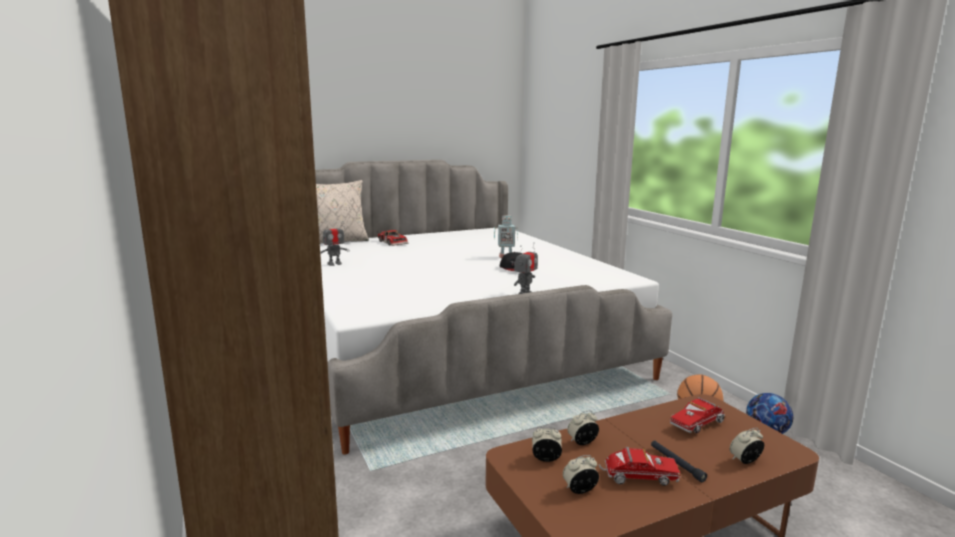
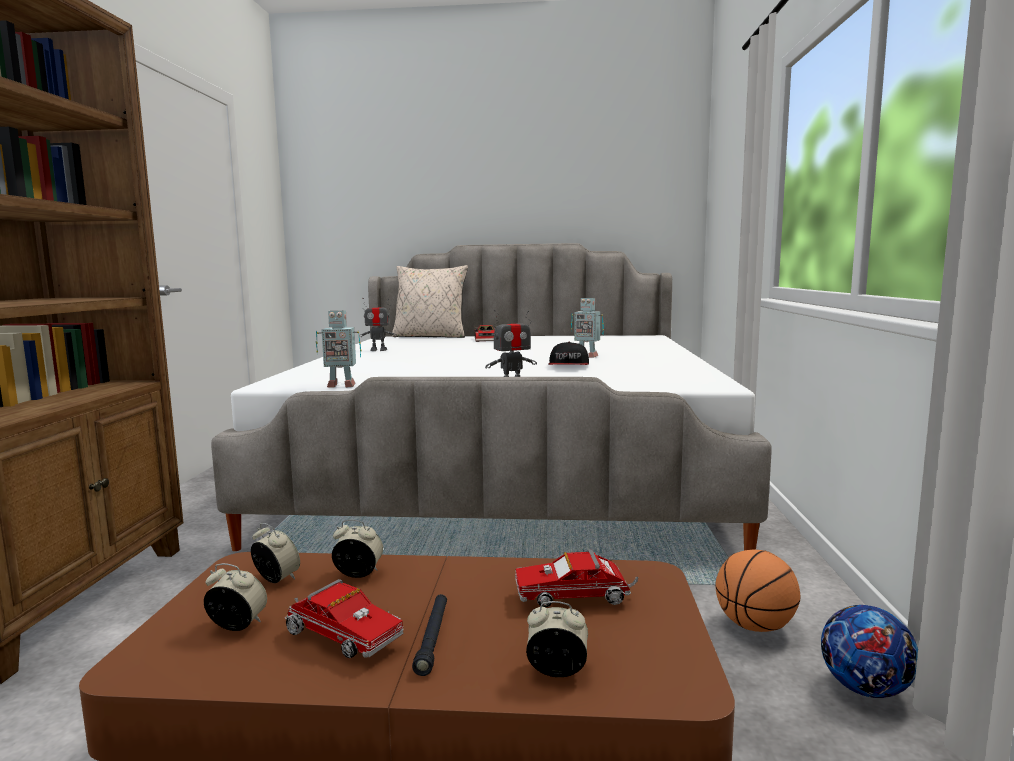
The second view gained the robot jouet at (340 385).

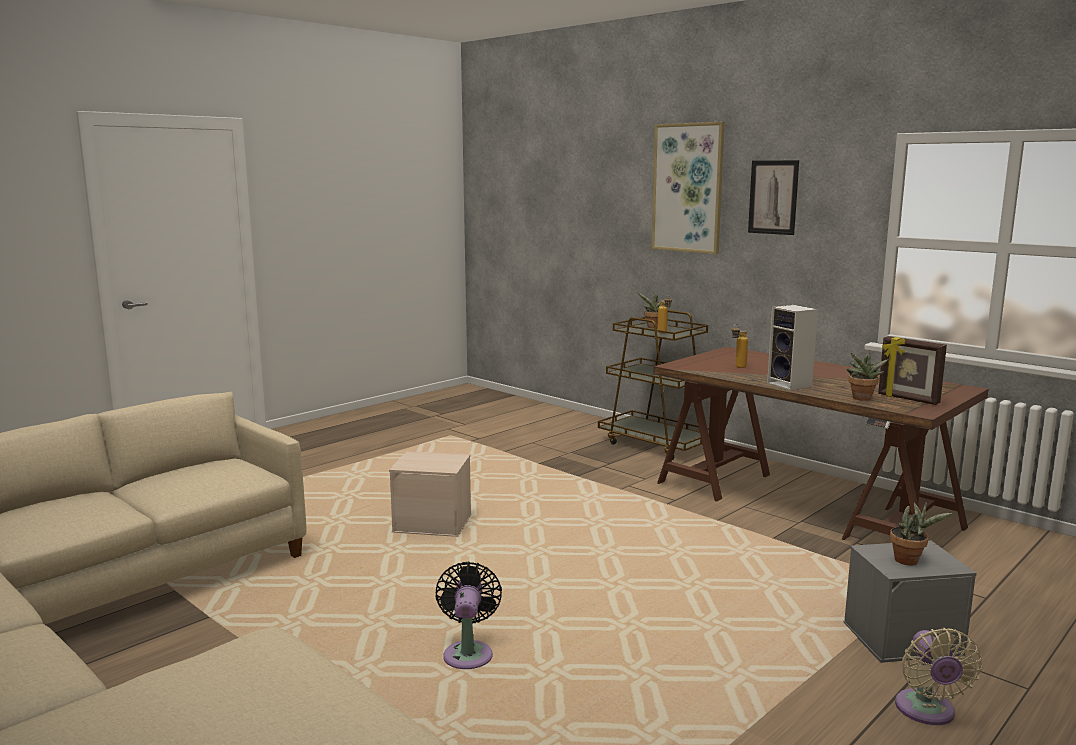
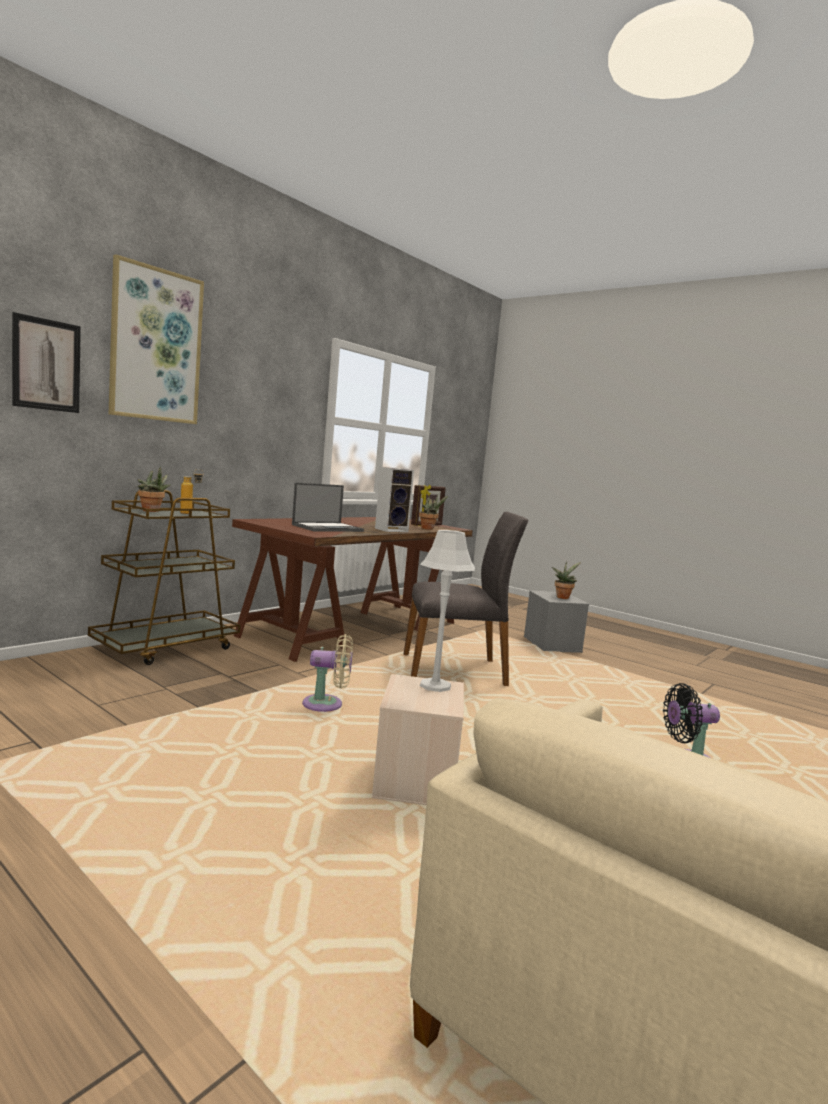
Where the bouteille stood at (737 367), the ordinateur portable came to stand at (328 528).
The tableau ended up elsewhere, having gone from (773 197) to (46 364).
The ventilateur [beige] ended up elsewhere, having gone from (927 712) to (327 704).
The second view gained the chaise [gris] at (455 670).
The second view gained the lampe de table [gris] at (435 685).

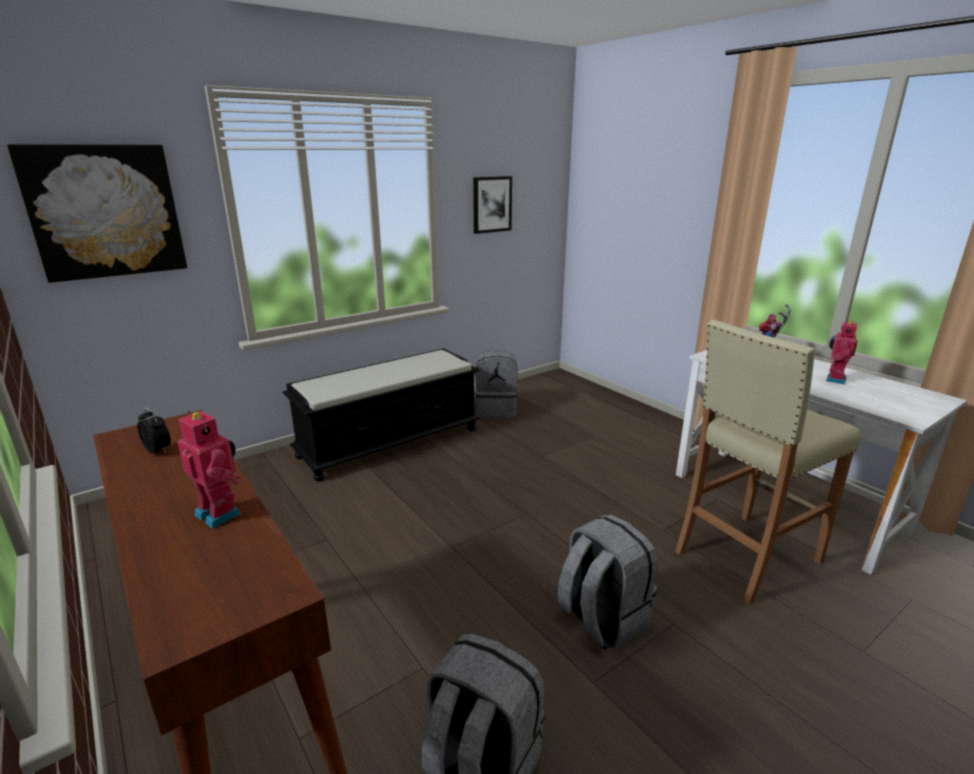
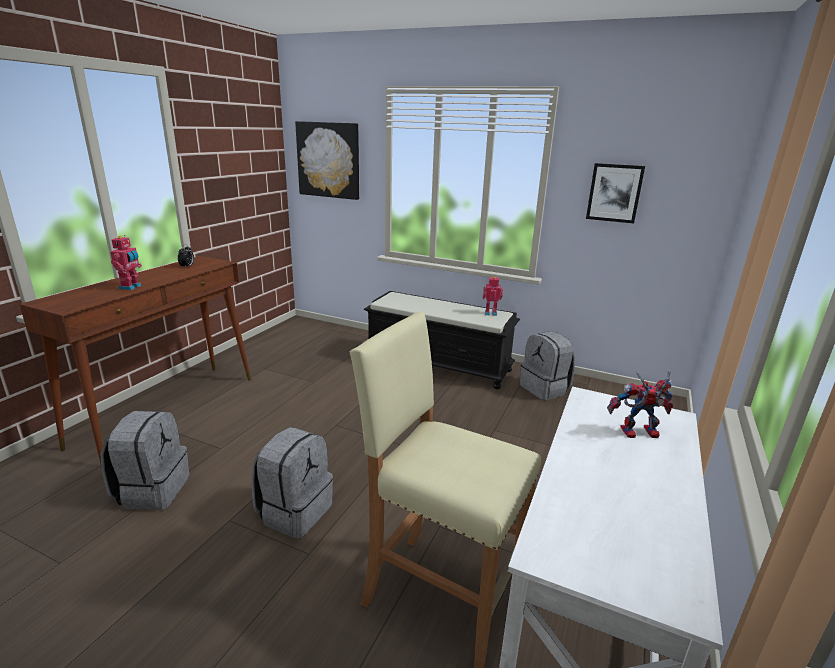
The robot jouet ended up elsewhere, having gone from (834 379) to (490 313).

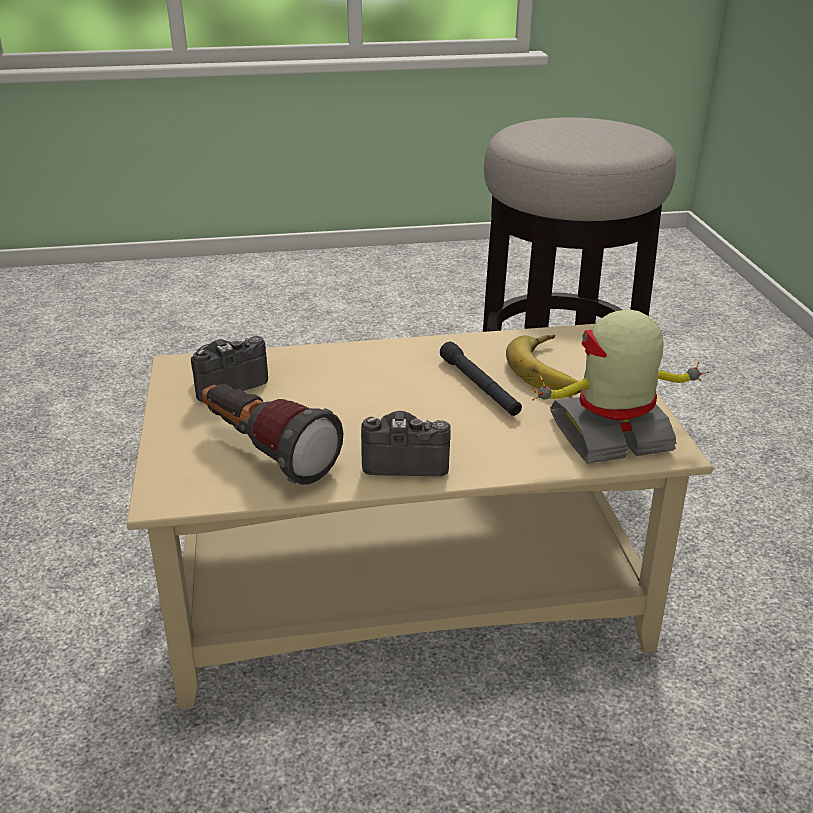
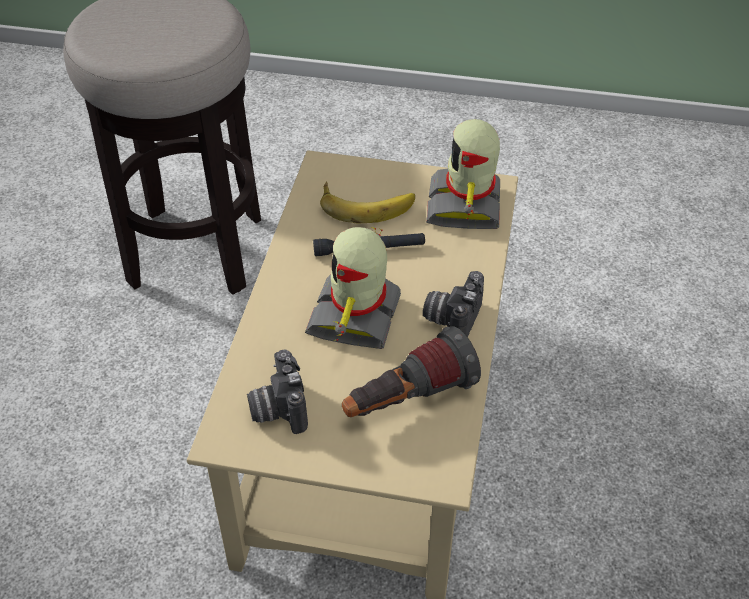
The second view gained the robot jouet at (357 316).

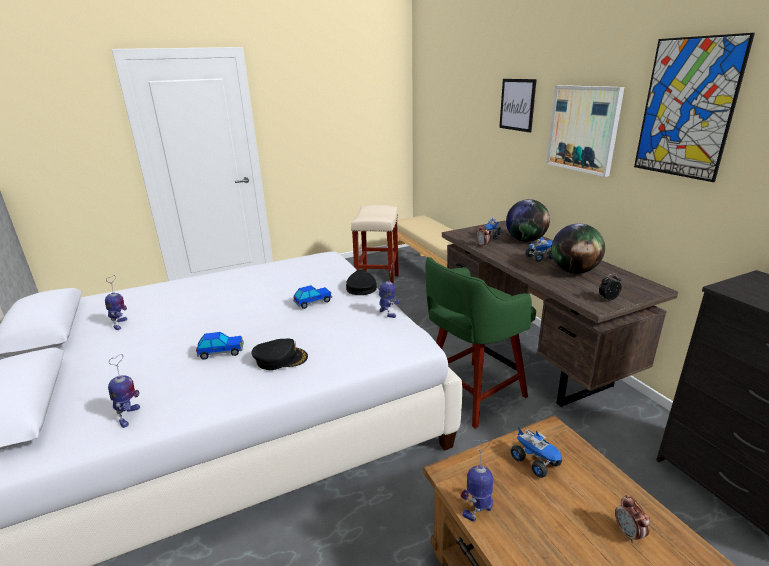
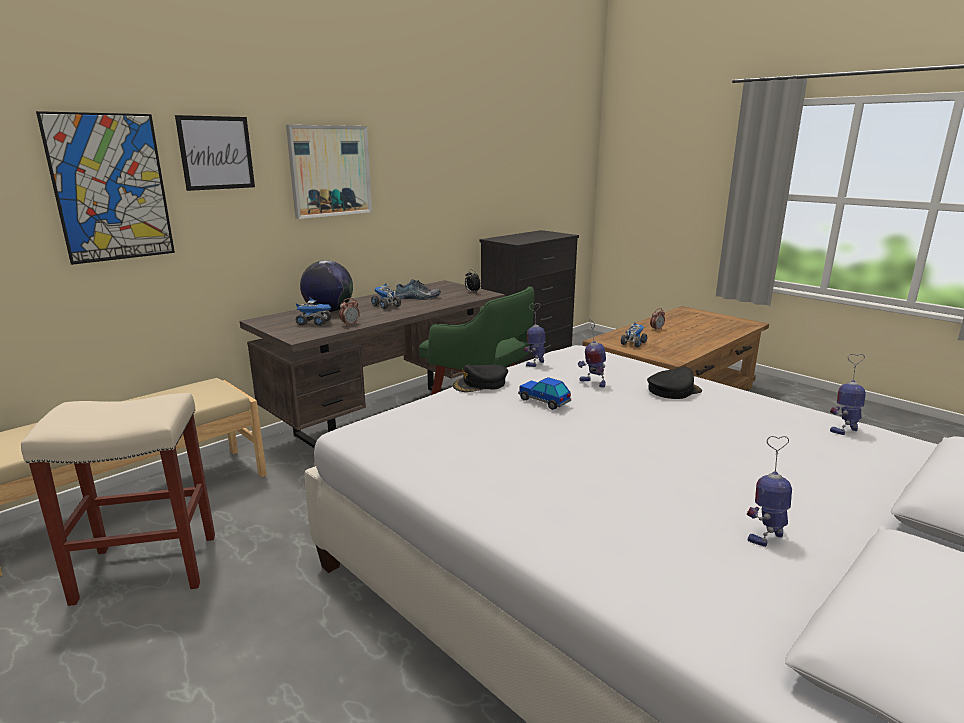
The second view lost the petite voiture at (221 352).
The casquette [noir] at (280 359) ended up facing another way, 90 degrees clockwise from before.
The robot jouet ended up elsewhere, having gone from (479 509) to (592 383).
Where the globe stood at (574 271), the chaussure came to stand at (418 298).
The tableau ended up elsewhere, having gone from (687 109) to (111 188).

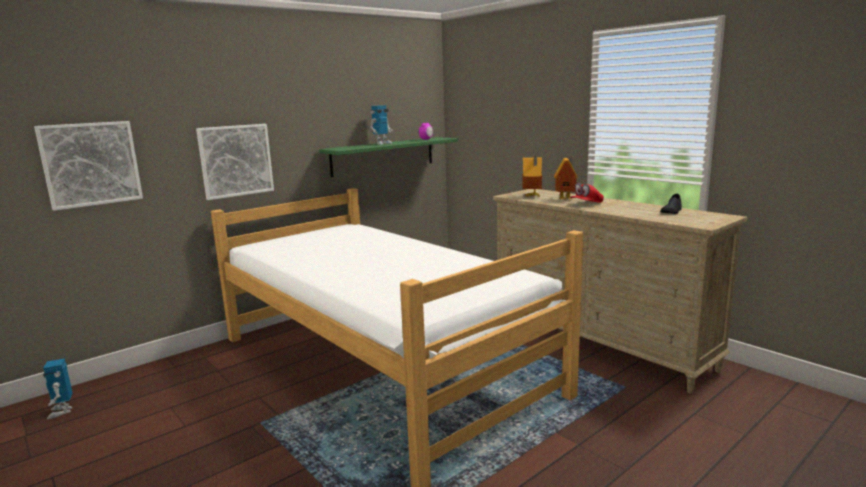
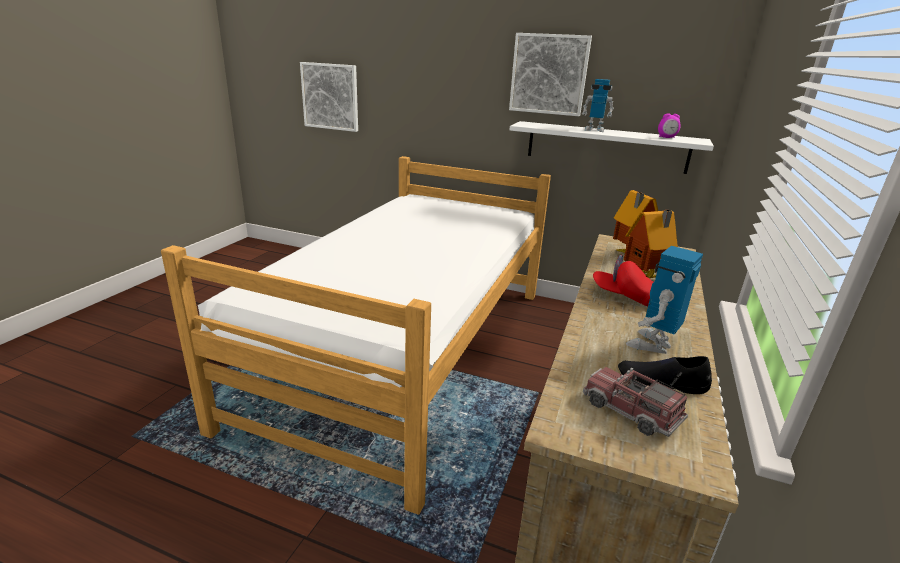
The robot jouet ended up elsewhere, having gone from (62 411) to (652 344).
The tableau ended up elsewhere, having gone from (236 160) to (549 74).
What was the étagère [vert] at (383 156) turned into the étagère [blanc] at (606 147).
The second view gained the camion jouet at (630 411).

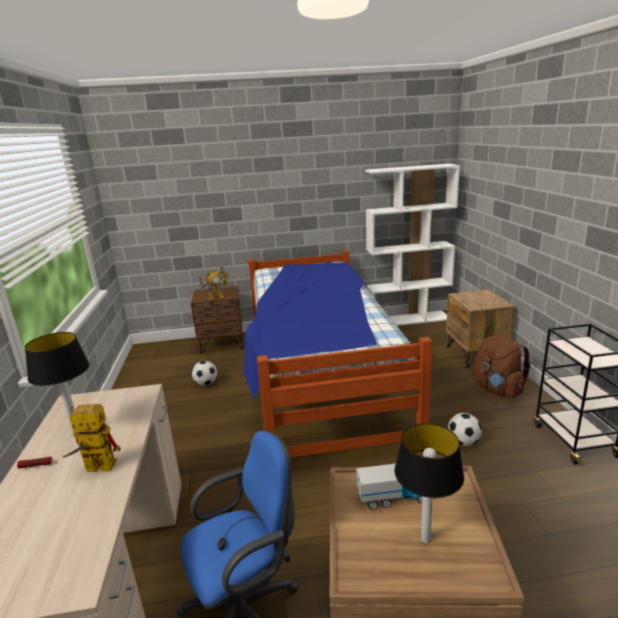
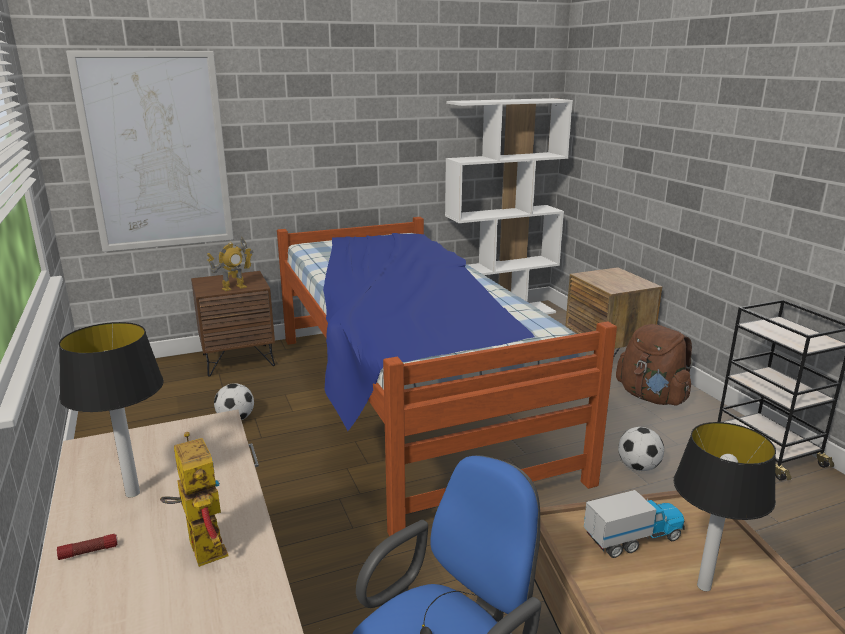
The robot jouet at (94 468) ended up facing another way, 75 degrees clockwise from before.
The second view gained the tableau at (156 152).

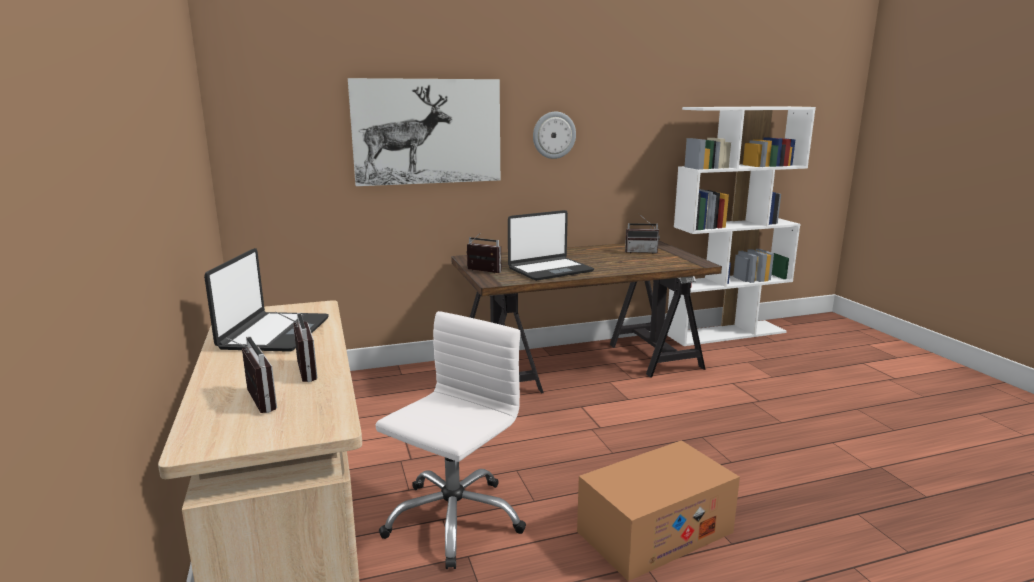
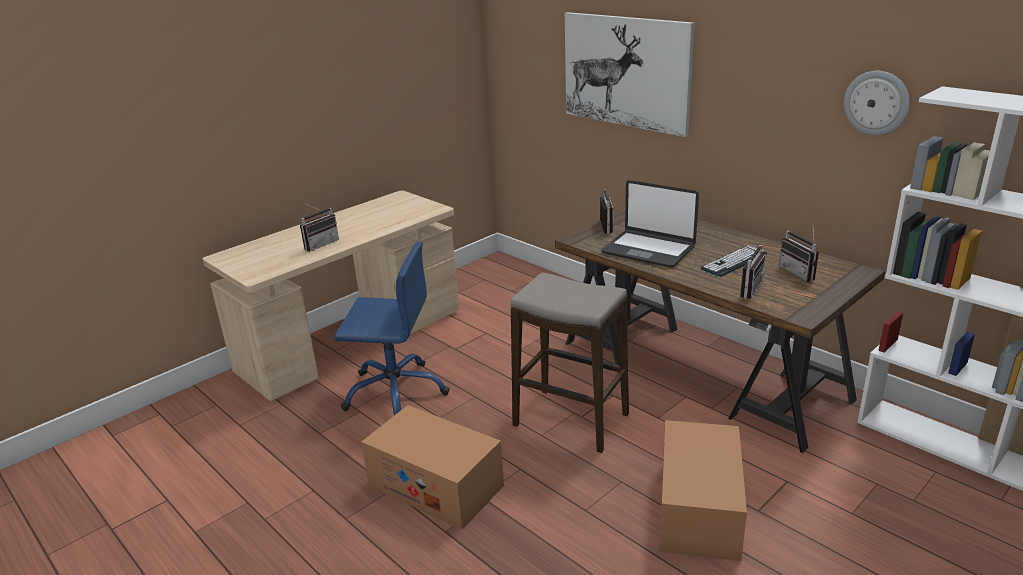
The second view lost the ordinateur portable at (274 333).
The radio ended up elsewhere, having gone from (253 402) to (745 288).
What was the chaise de bureau [blanc] at (453 519) turned into the chaise de bureau [bleu] at (395 392).
The horloge murale ended up elsewhere, having gone from (554 135) to (877 103).
The second view gained the tabouret at (571 421).
The second view gained the carton at (699 509).
The second view gained the clavier at (734 261).

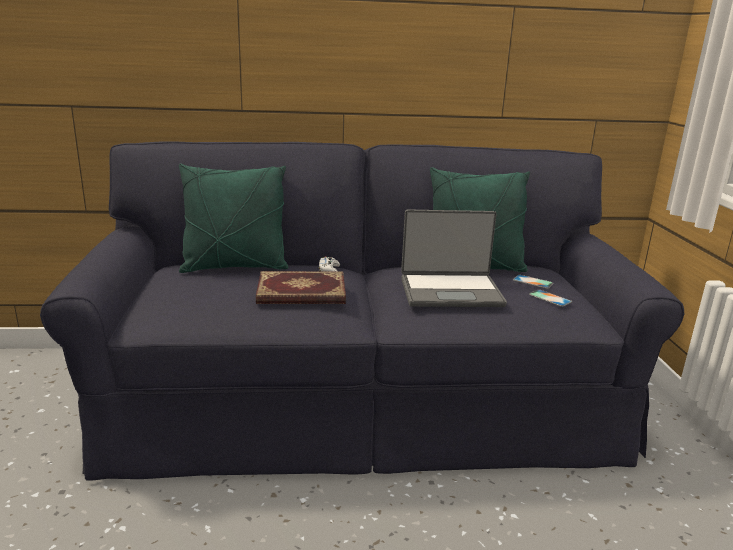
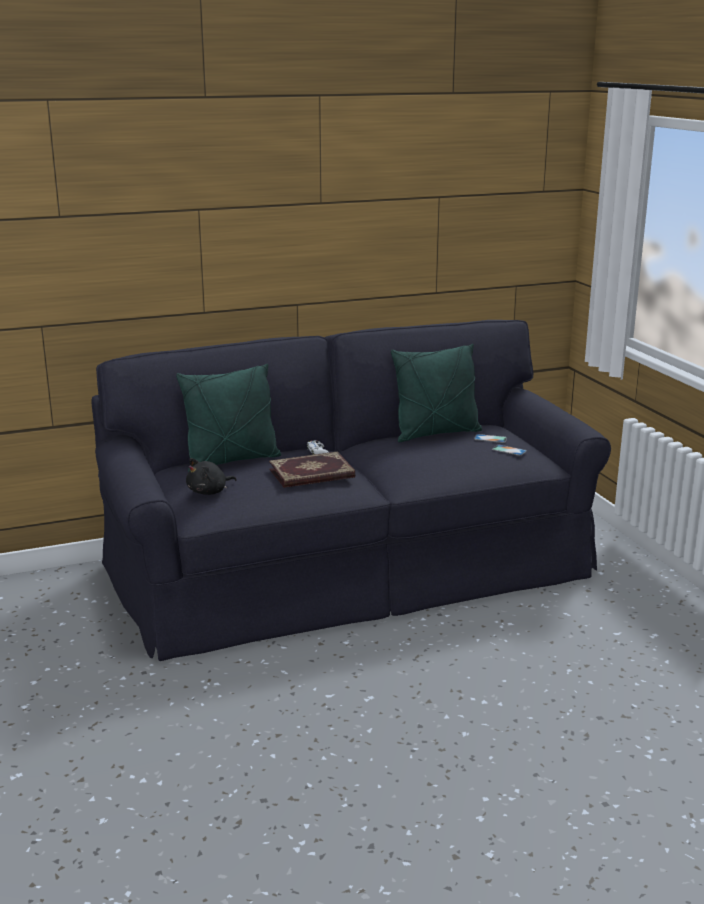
The second view lost the ordinateur portable at (450 291).
The second view gained the peluche [noir] at (209 492).

